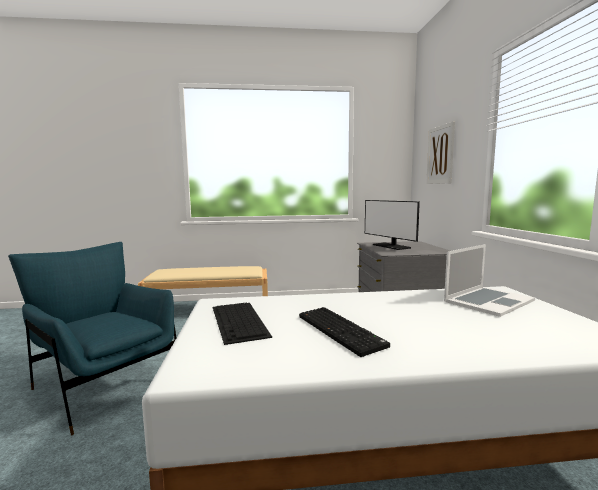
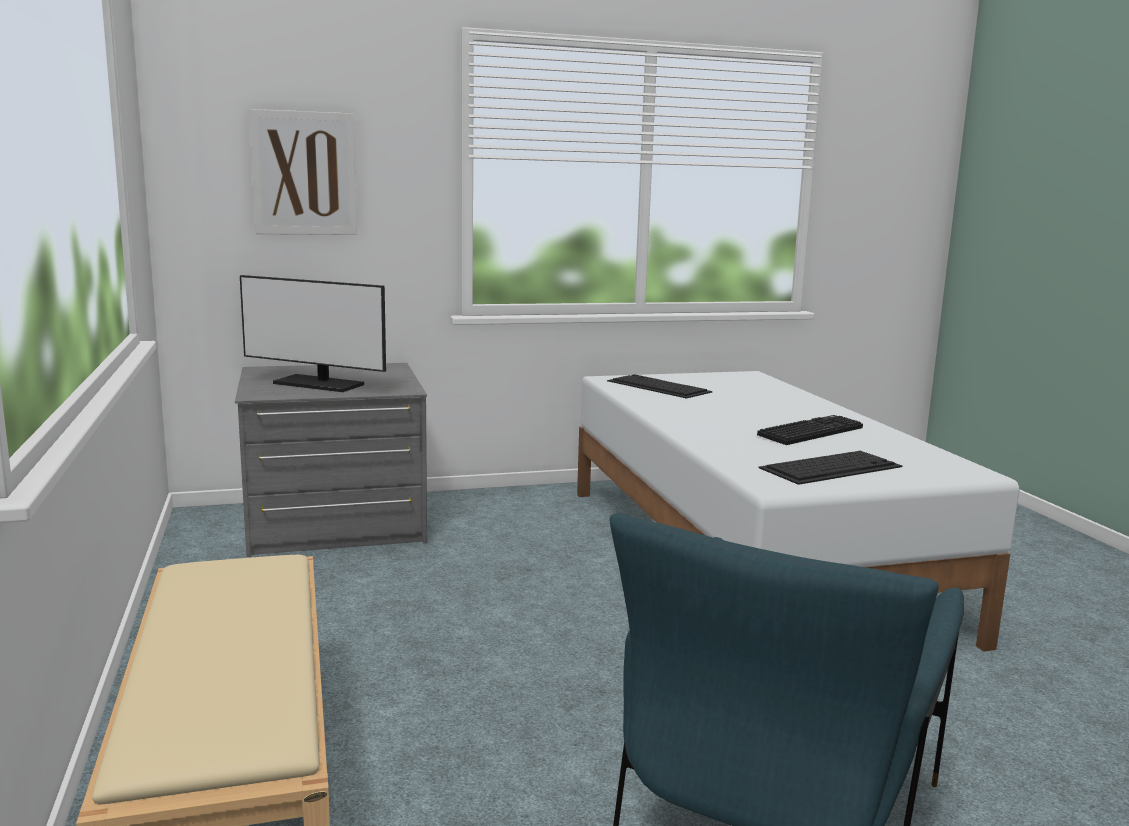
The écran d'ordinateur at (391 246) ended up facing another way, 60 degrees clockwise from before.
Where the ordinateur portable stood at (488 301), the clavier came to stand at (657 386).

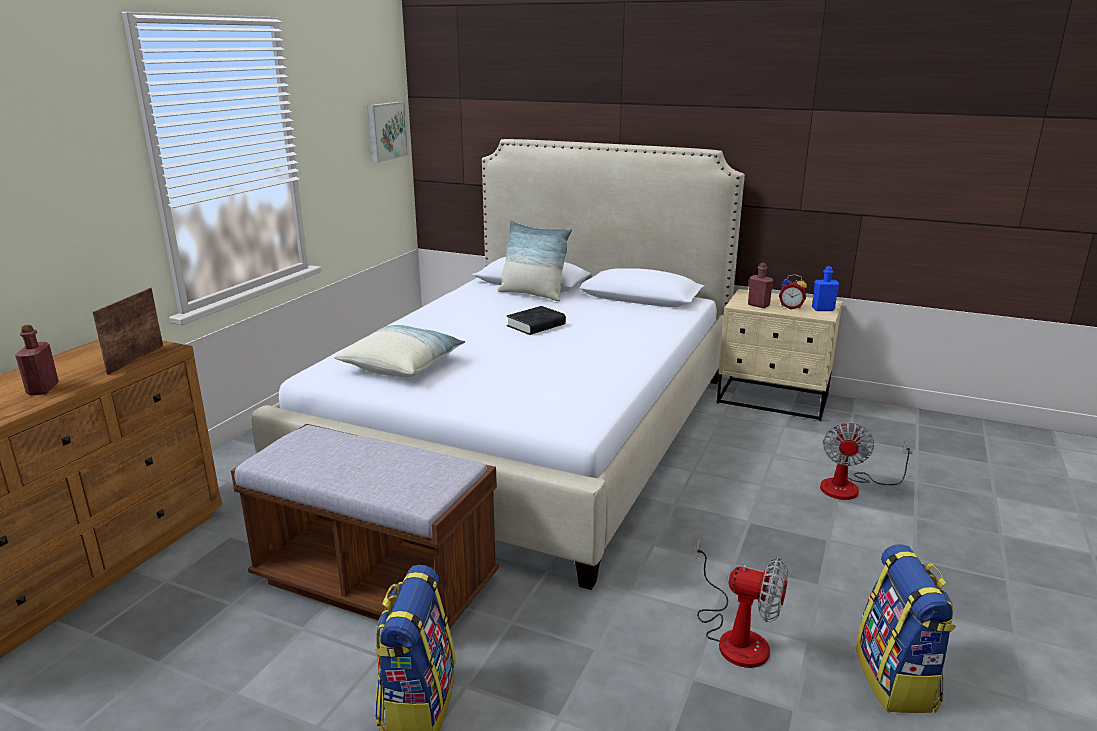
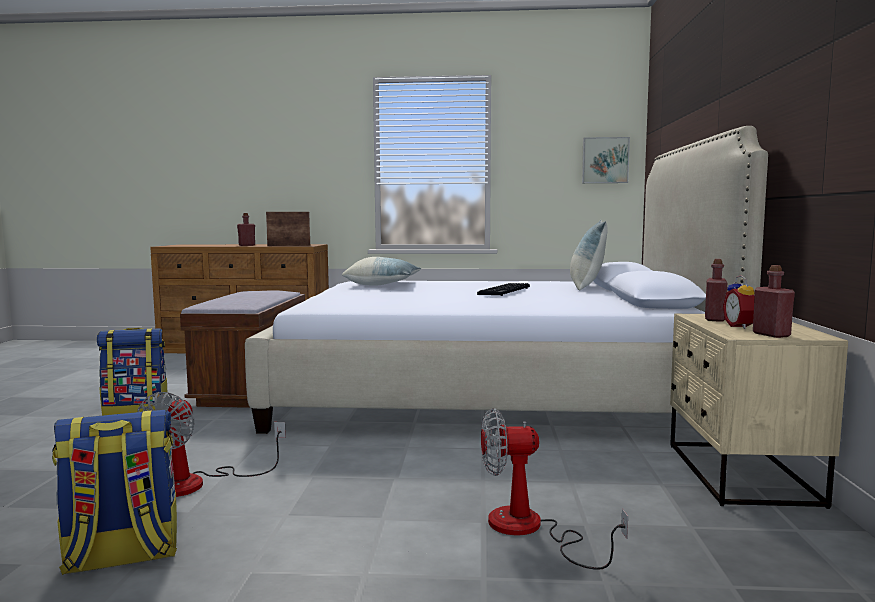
Where the livre [noir] stood at (536 325), the clavier came to stand at (505 291).
What was the bouteille [bleu] at (823 309) turned into the bouteille [rouge] at (771 335).

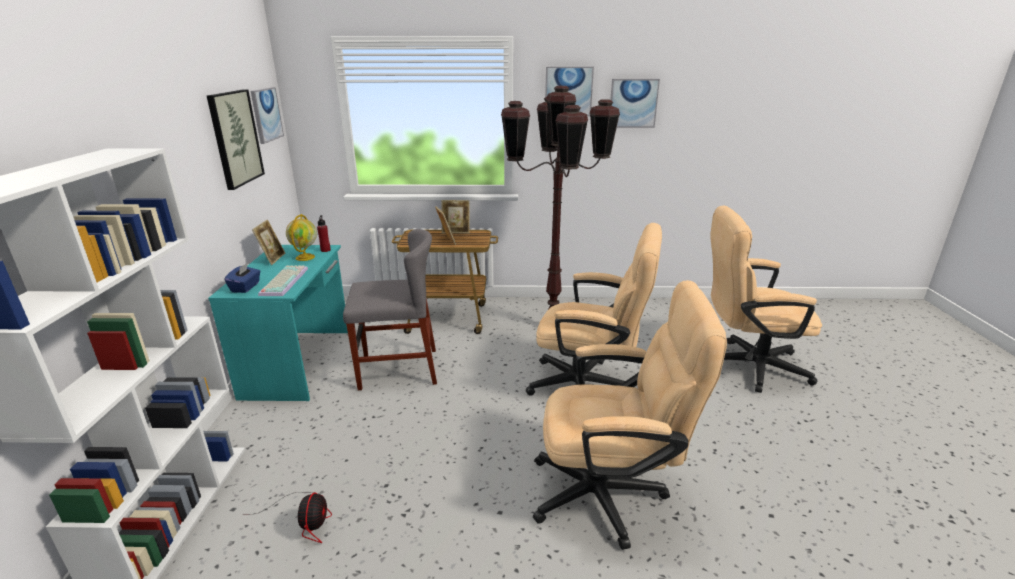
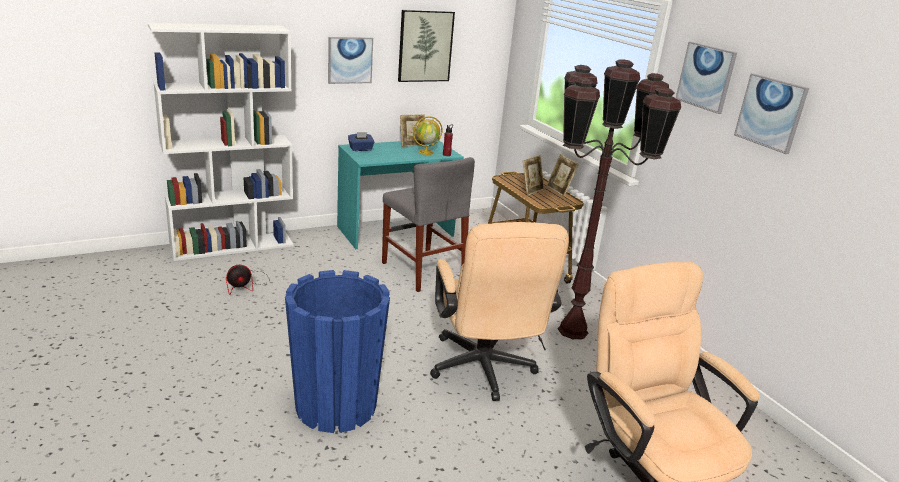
The tableau ended up elsewhere, having gone from (266 114) to (350 60).
The second view lost the clavier at (283 281).
Where the chaise de bureau [beige] stood at (610 494), the cache-pot [bleu] came to stand at (336 406).

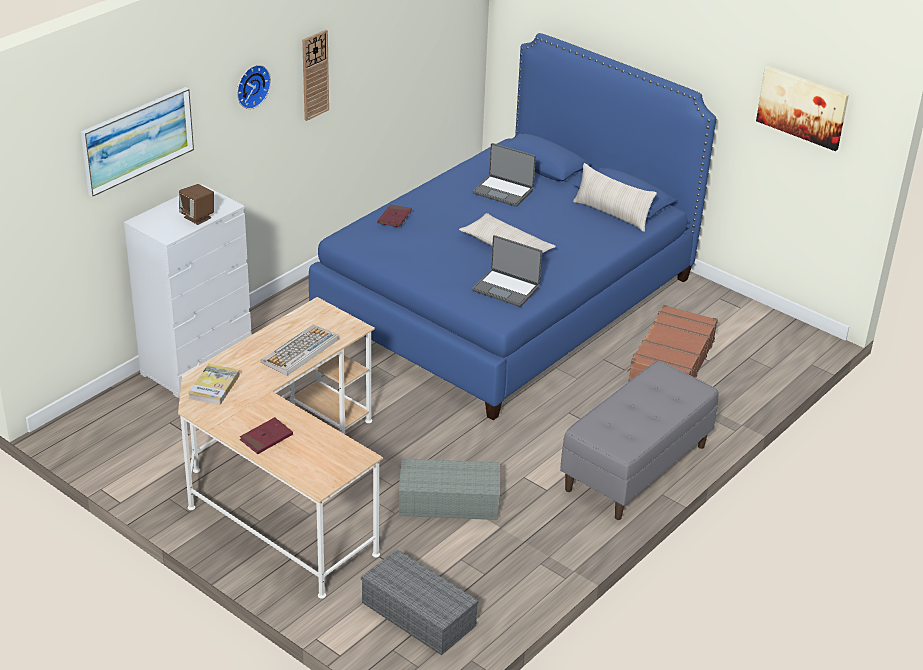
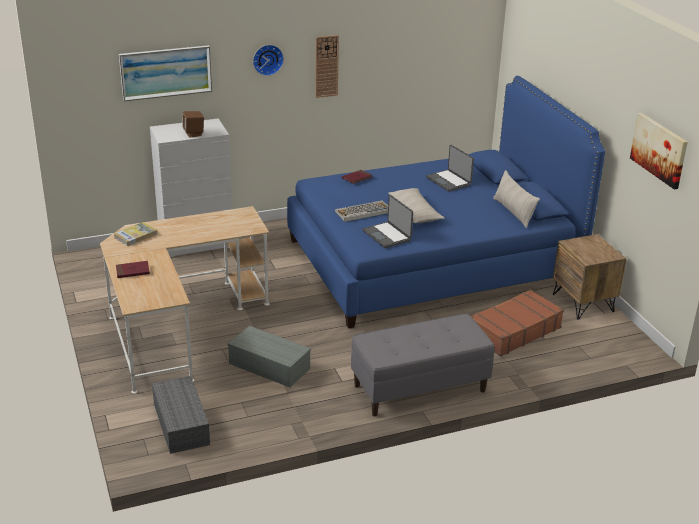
The clavier ended up elsewhere, having gone from (300 351) to (363 212).
The second view gained the table de chevet [marron] at (583 303).

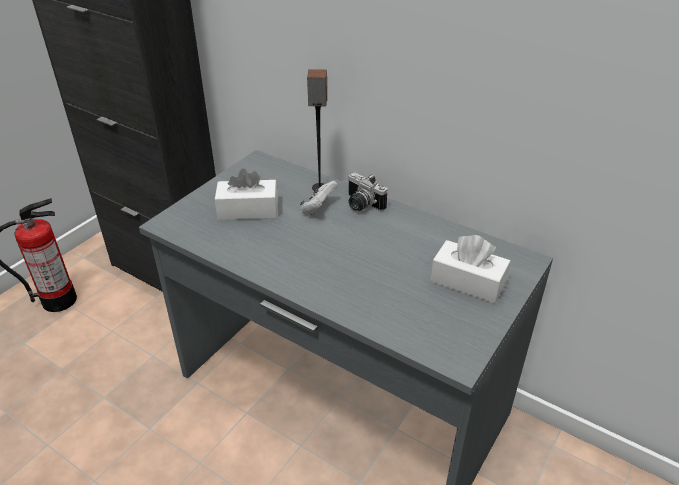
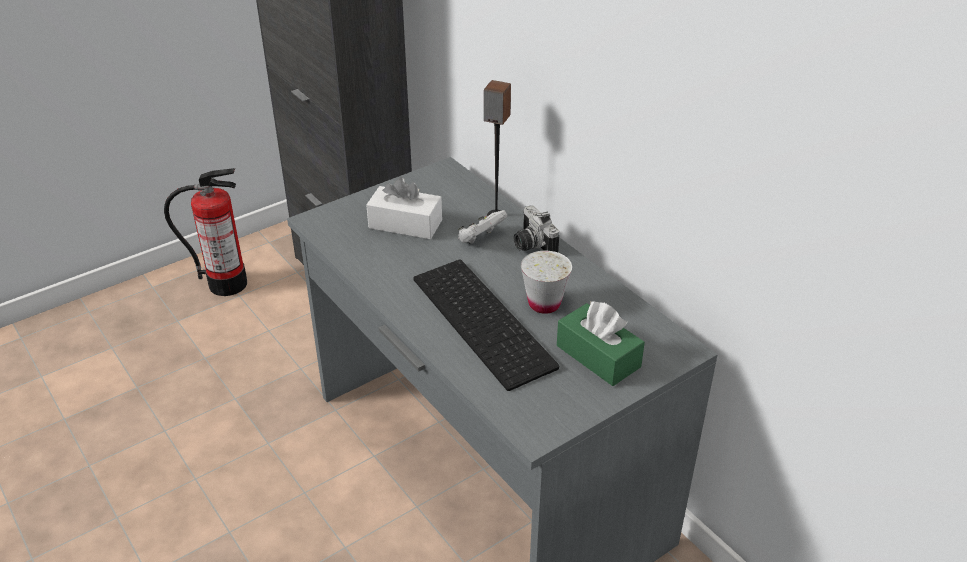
What was the boîte à mouchoirs [blanc] at (468 282) turned into the boîte à mouchoirs [vert] at (598 356).
The second view gained the clavier at (486 321).
The second view gained the tasse [blanc] at (544 304).

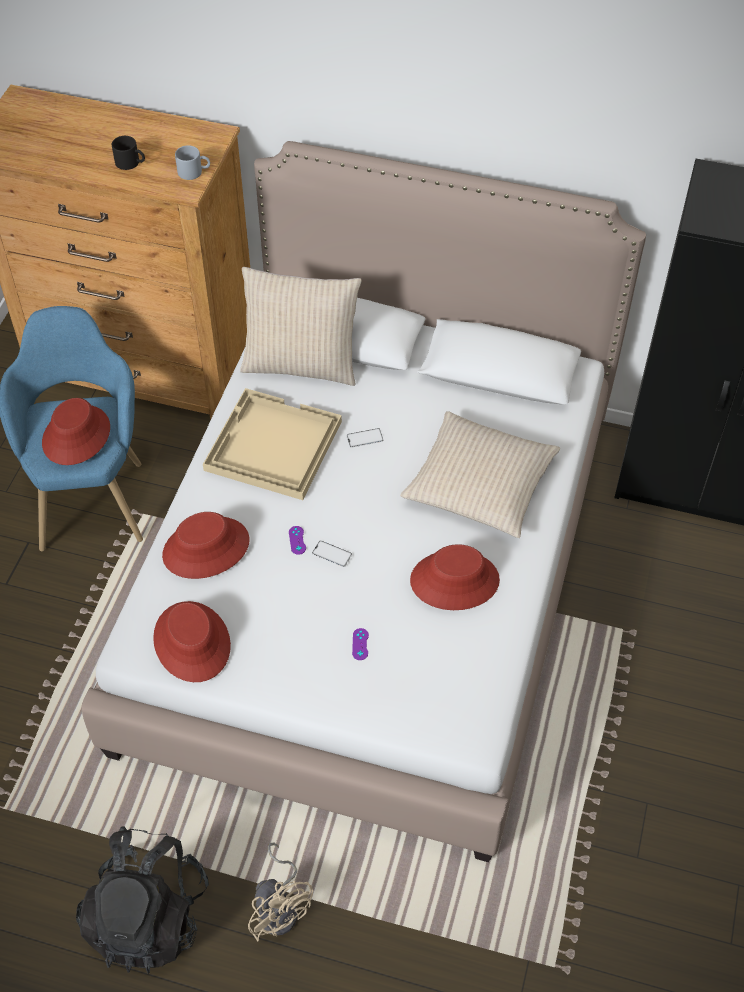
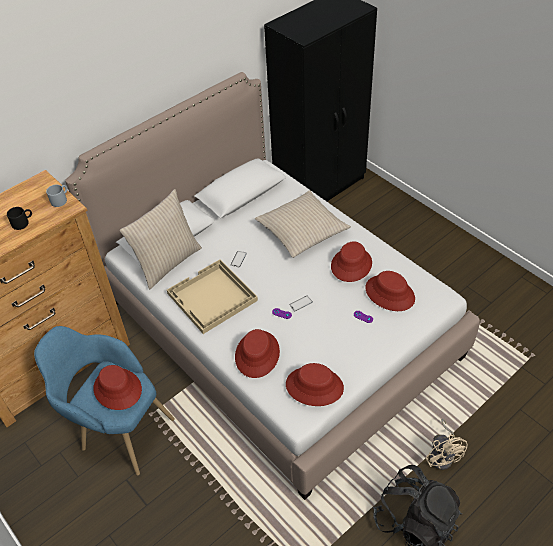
The ventilateur [beige] at (280 907) ended up facing another way, 75 degrees clockwise from before.
The second view gained the chapeau [rouge] at (390 293).

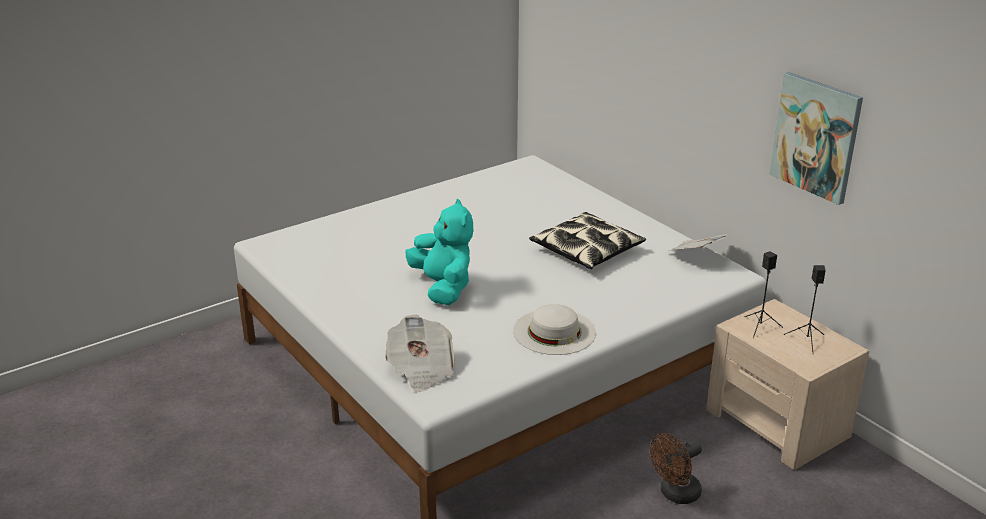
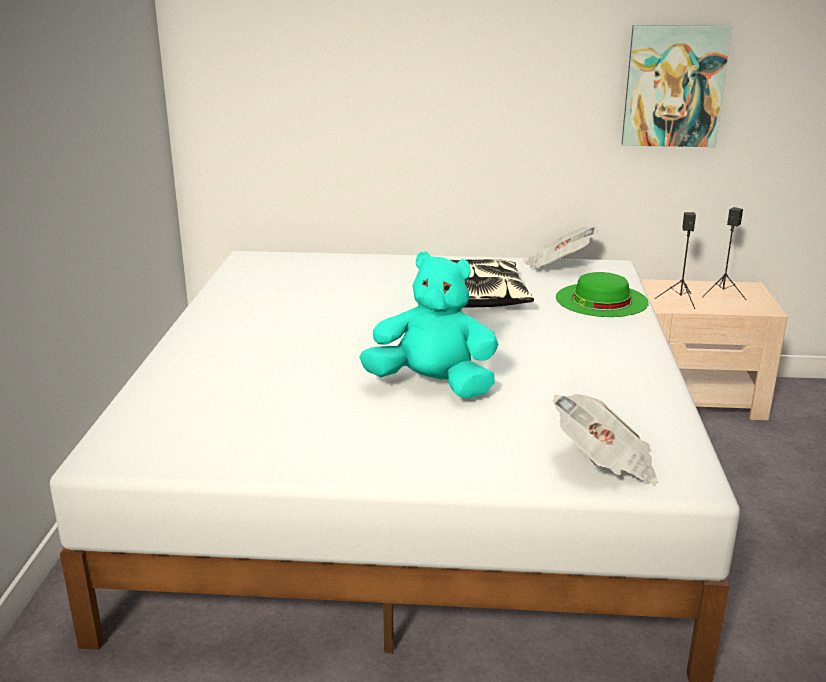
The second view lost the chapeau [blanc] at (554 331).
The second view lost the ventilateur [marron] at (675 494).
The second view gained the chapeau [vert] at (601 300).

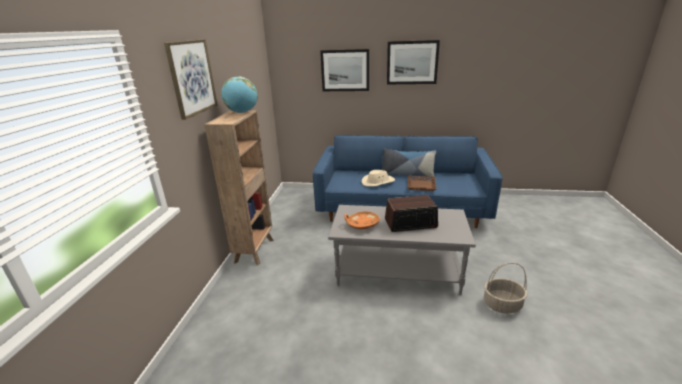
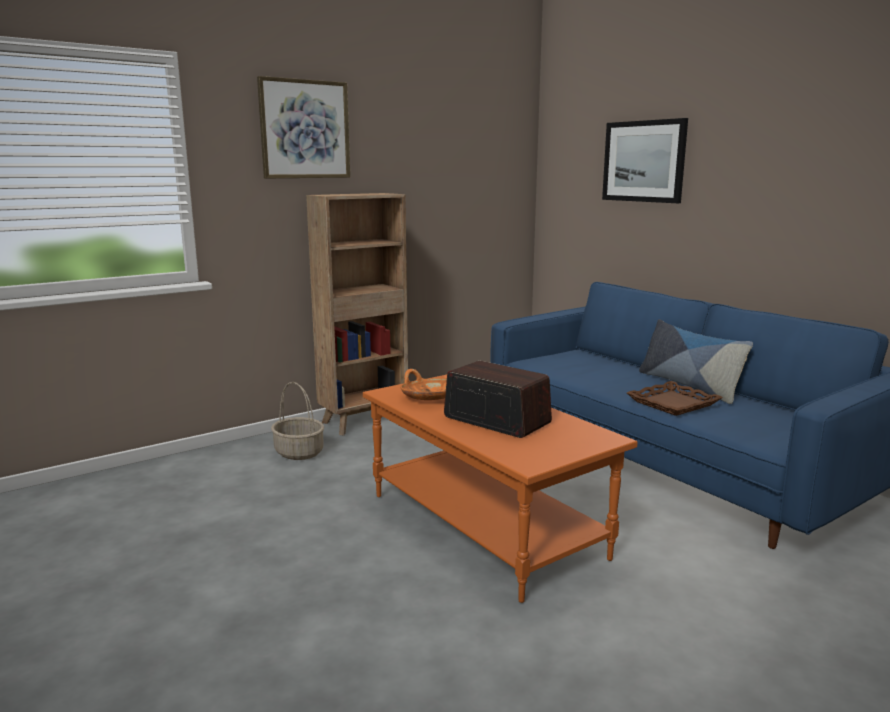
The second view lost the globe at (242 112).
What was the table basse [gris] at (398 271) turned into the table basse [orange] at (486 525).
The second view lost the chapeau [beige] at (378 182).
The second view lost the tableau at (412 62).
The panier ended up elsewhere, having gone from (502 304) to (298 452).

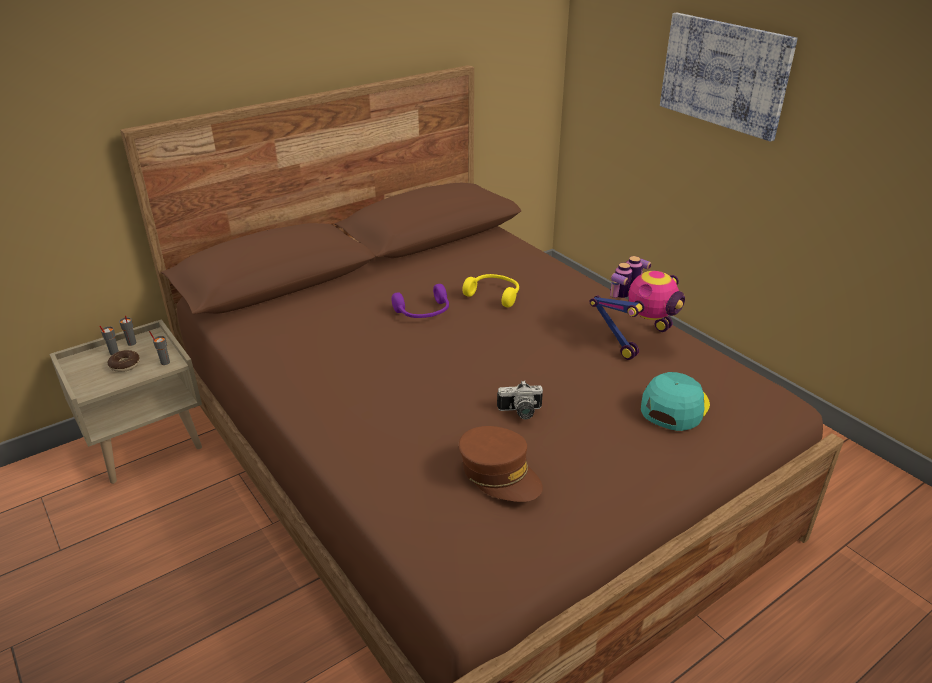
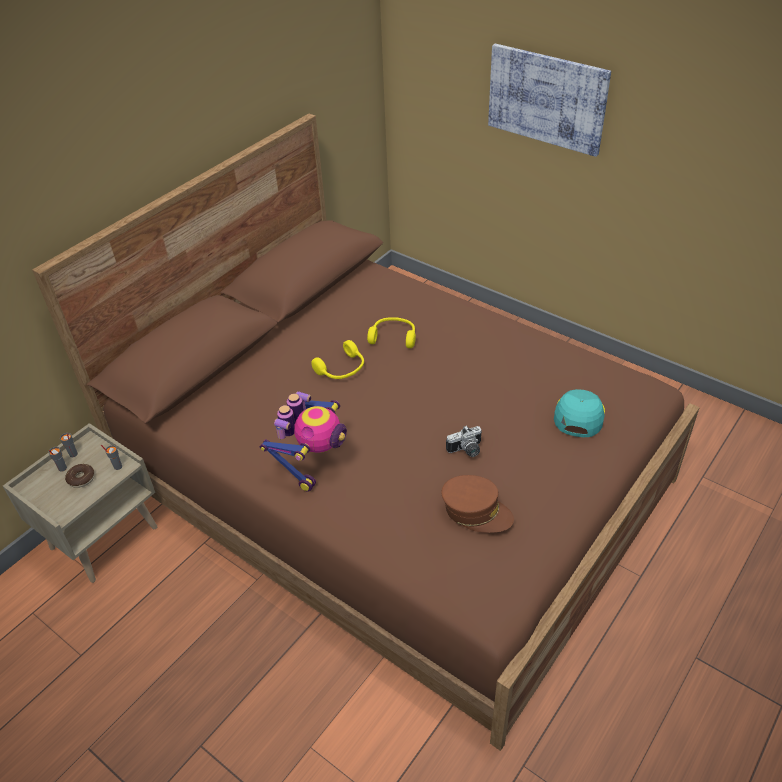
What was the casque audio [violet] at (424 312) turned into the casque audio [jaune] at (342 369).
The robot jouet ended up elsewhere, having gone from (636 338) to (313 462).

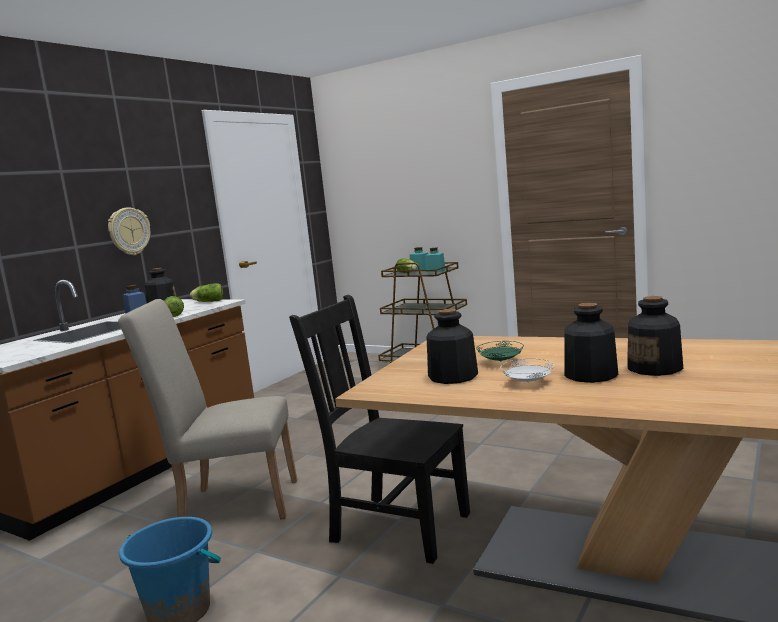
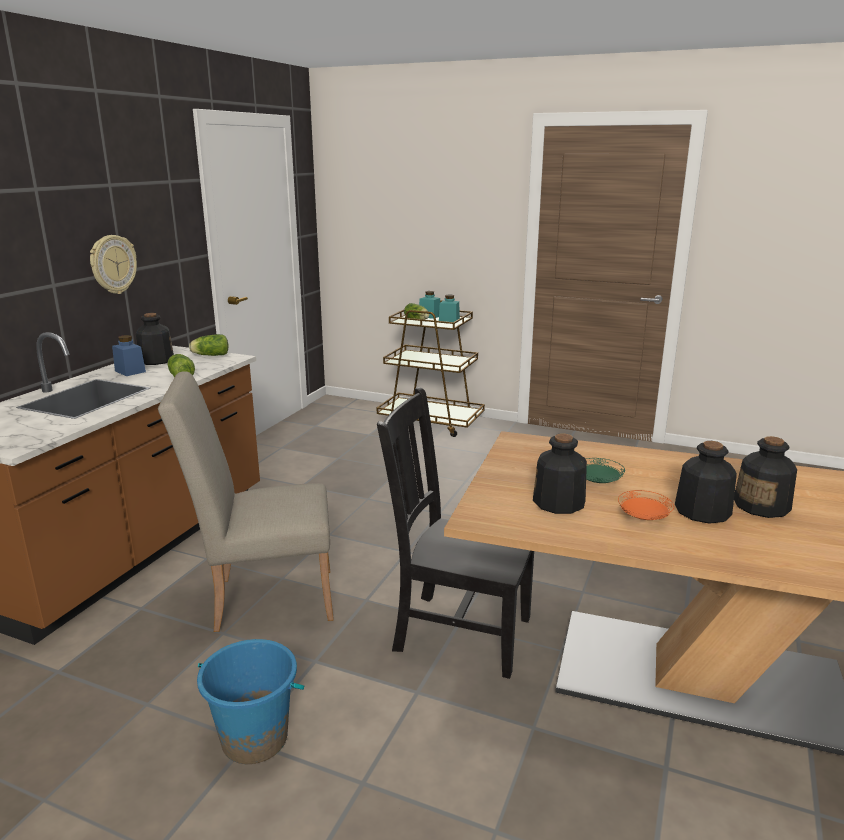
What was the assiette [blanc] at (527 382) turned into the assiette [orange] at (643 518).

